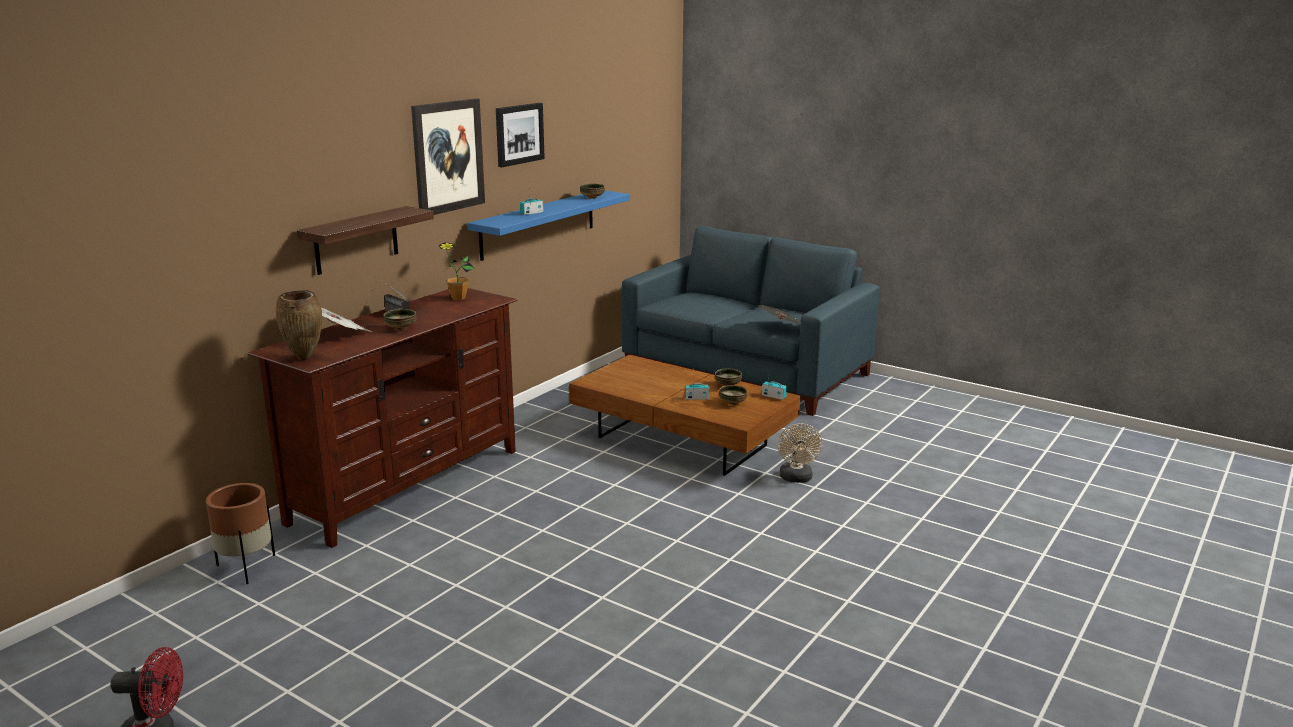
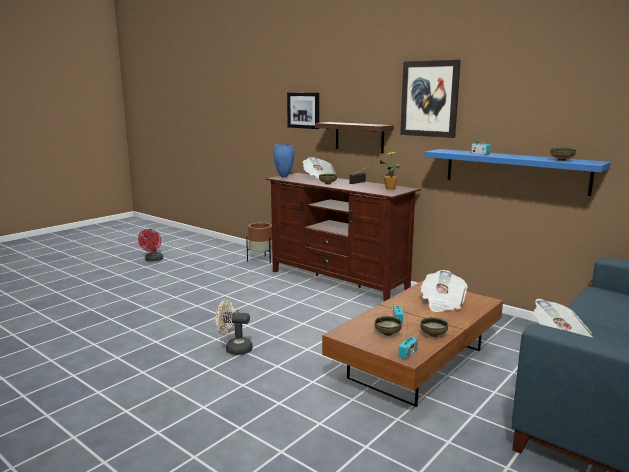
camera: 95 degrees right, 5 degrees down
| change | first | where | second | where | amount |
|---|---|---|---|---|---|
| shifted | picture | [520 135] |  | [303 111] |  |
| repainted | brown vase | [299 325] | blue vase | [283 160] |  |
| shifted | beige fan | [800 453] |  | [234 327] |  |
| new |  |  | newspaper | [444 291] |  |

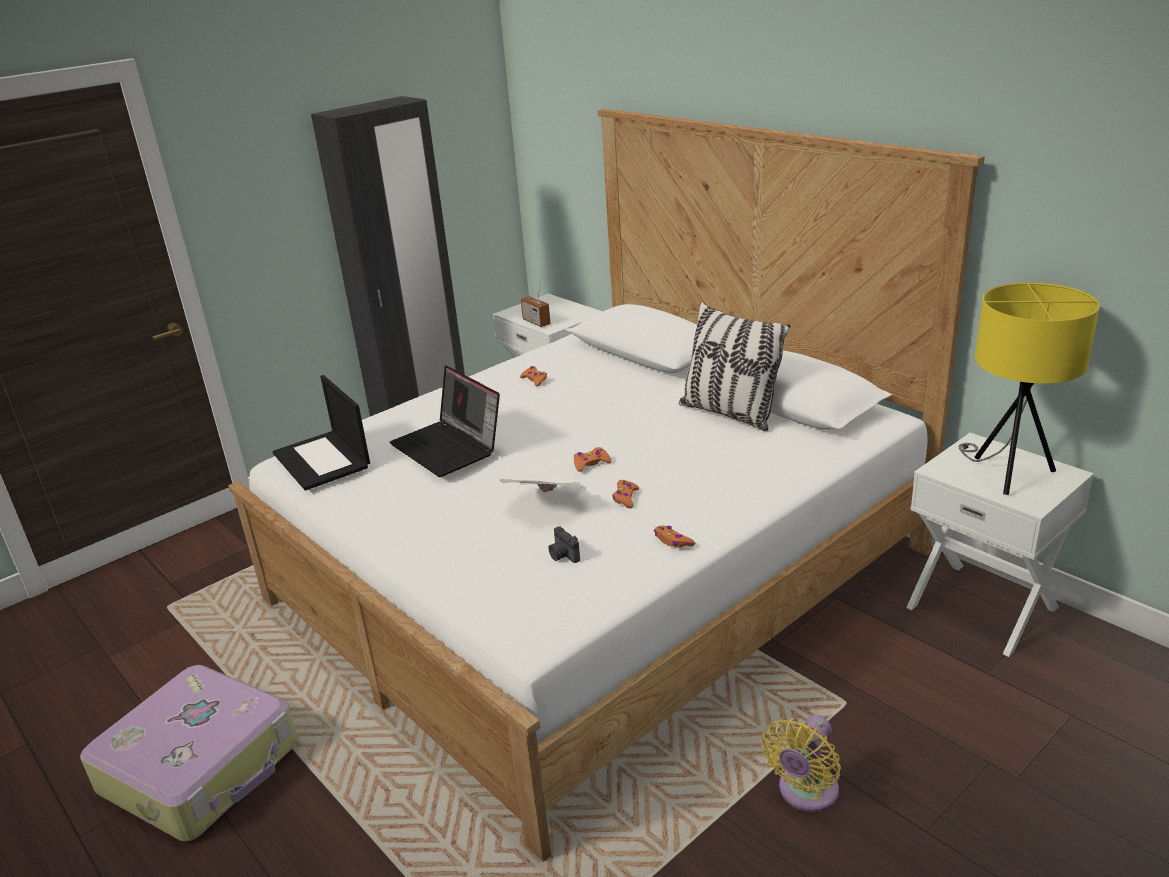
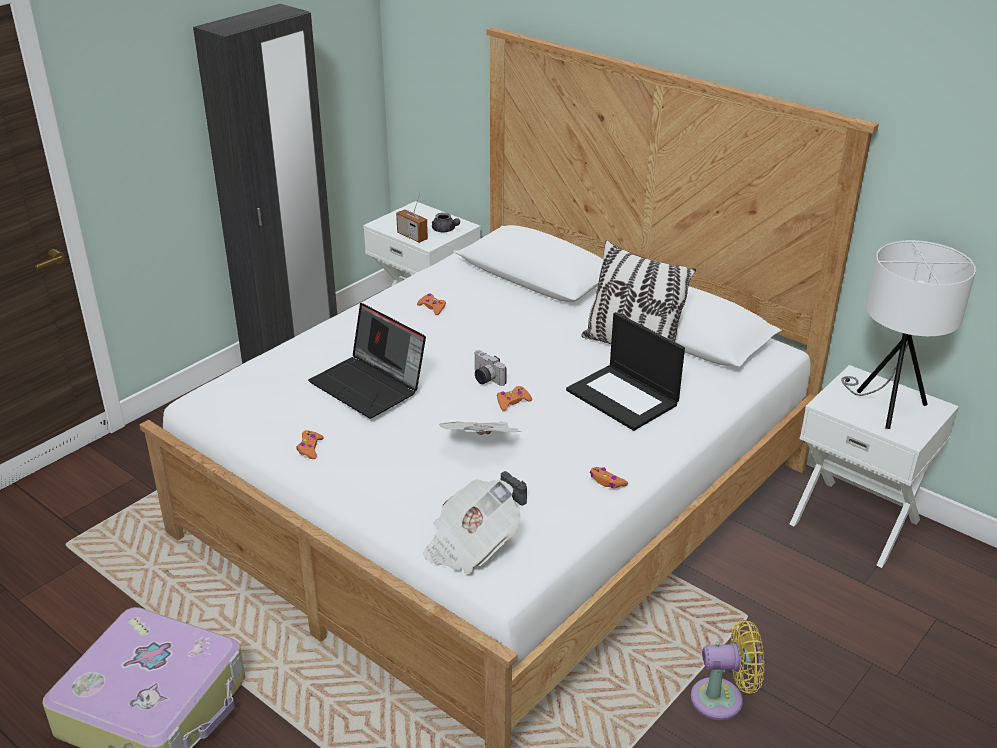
camera: 10 degrees left, 5 degrees up
| change | first | where | second | where | amount |
|---|---|---|---|---|---|
| repainted | yellow table lamp | [1029 388] | white table lamp | [908 334] |  |
| shifted | laptop | [321 433] |  | [625 371] |  |
| shifted | orange game controller | [625 494] |  | [310 444] |  |
| rotated | yellow fan | [801 763] |  | [727 670] | 120 degrees counterclockwise |
| new |  |  | grey teapot | [446 222] |  |
| new |  |  | photo camera | [490 368] |  |
| new |  |  | newspaper | [471 526] |  |

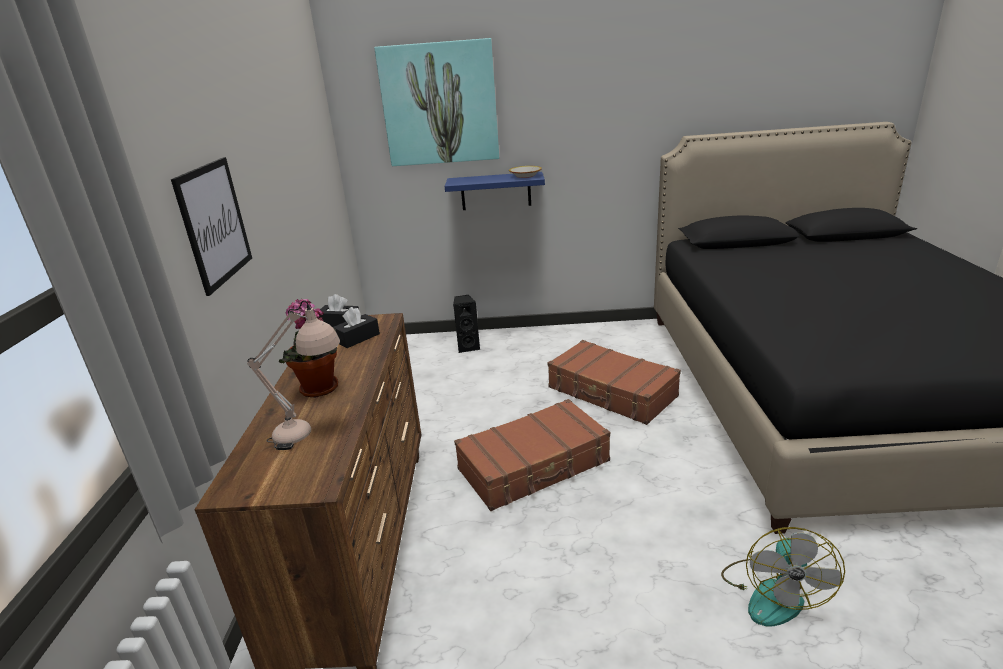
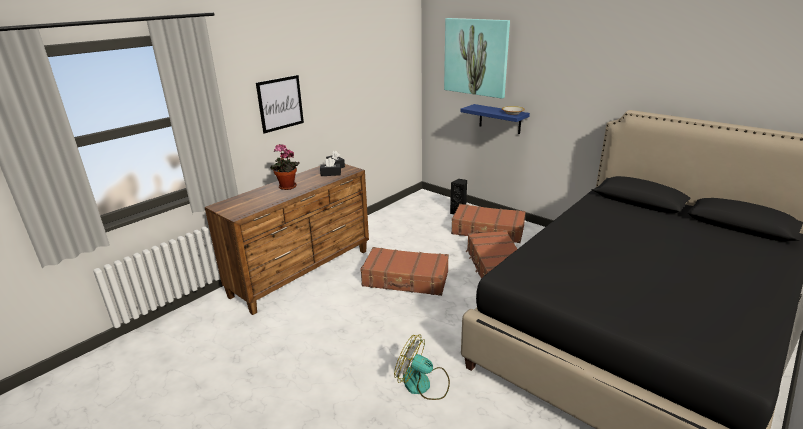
camera: 40 degrees right, 0 degrees up
| change | first | where | second | where | amount |
|---|---|---|---|---|---|
| gone | beige table lamp | [293 375] |  |  |  |
| rotated | fan | [783 577] |  | [422 367] | 60 degrees clockwise |
| new |  |  | brown suitcase | [488 223] |  |

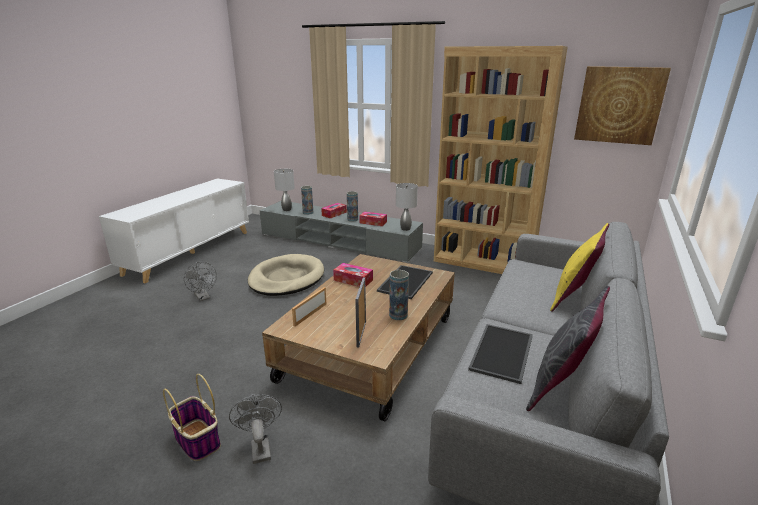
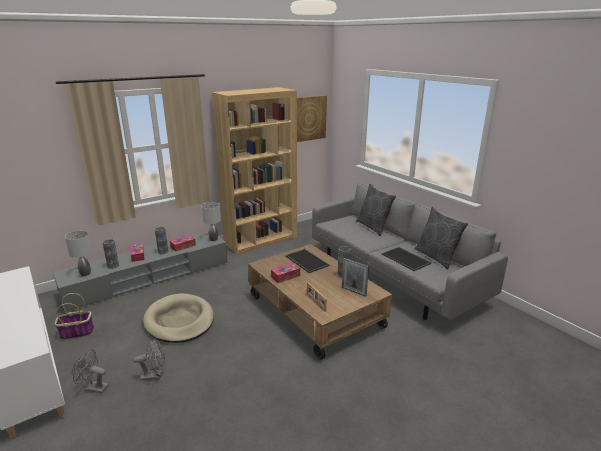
camera: 60 degrees left, 0 degrees up
| change | first | where | second | where | amount |
|---|---|---|---|---|---|
| repainted | yellow pillow | [579 267] | grey pillow | [376 210] |  |
| shifted | basket | [192 417] |  | [74 316] |  |
| shifted | grey fan | [255 429] |  | [90 371] |  |

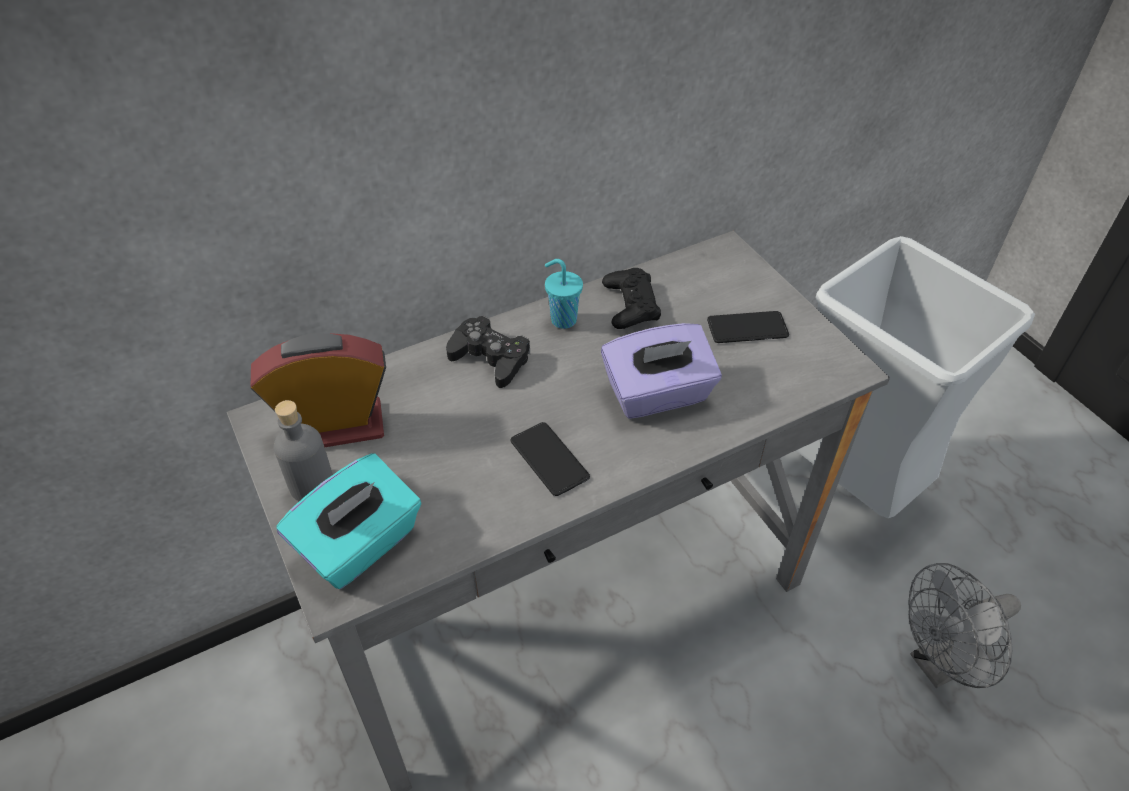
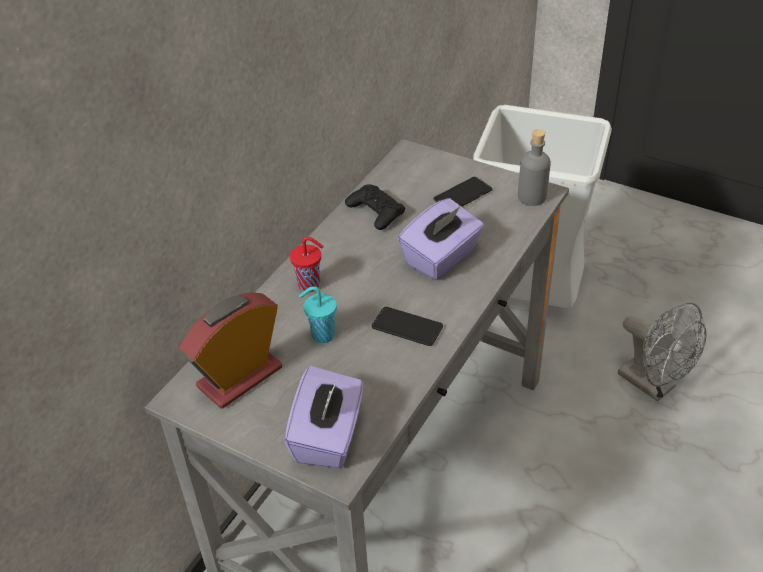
camera: 30 degrees left, 5 degrees down
| change | first | where | second | where | amount |
|---|---|---|---|---|---|
| shifted | turquoise cup | [564 294] |  | [318 314] |  |
| swapped | black game controller | [488 352] | red cup | [307 264] |  |
| shifted | grey bottle | [303 450] |  | [534 167] |  |
| repainted | turquoise tissue box | [349 521] | purple tissue box | [324 417] |  |
| rotated | grey fan | [964 625] |  | [662 352] | 75 degrees counterclockwise |

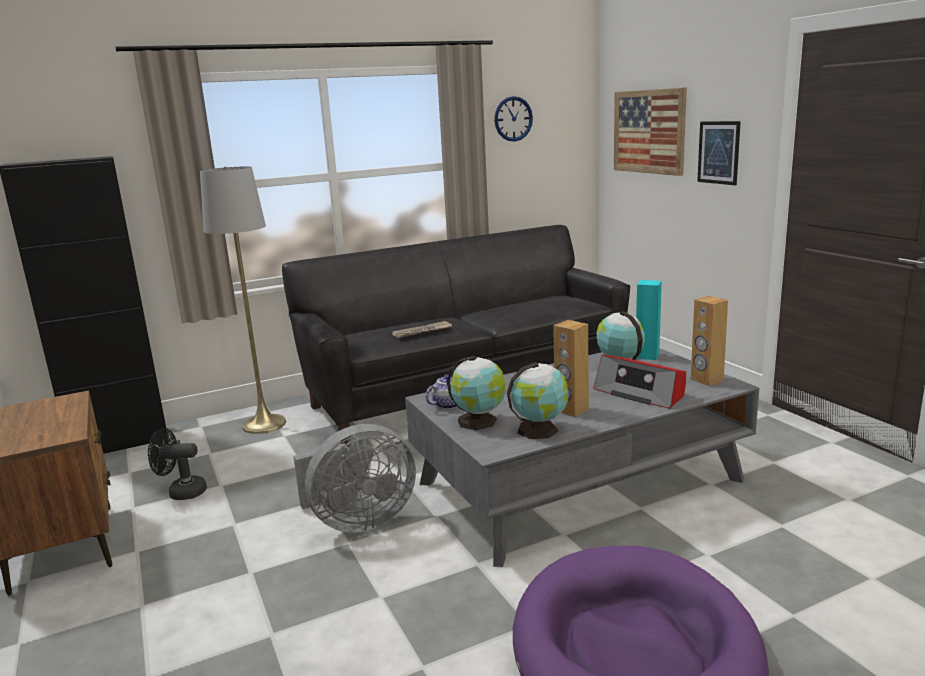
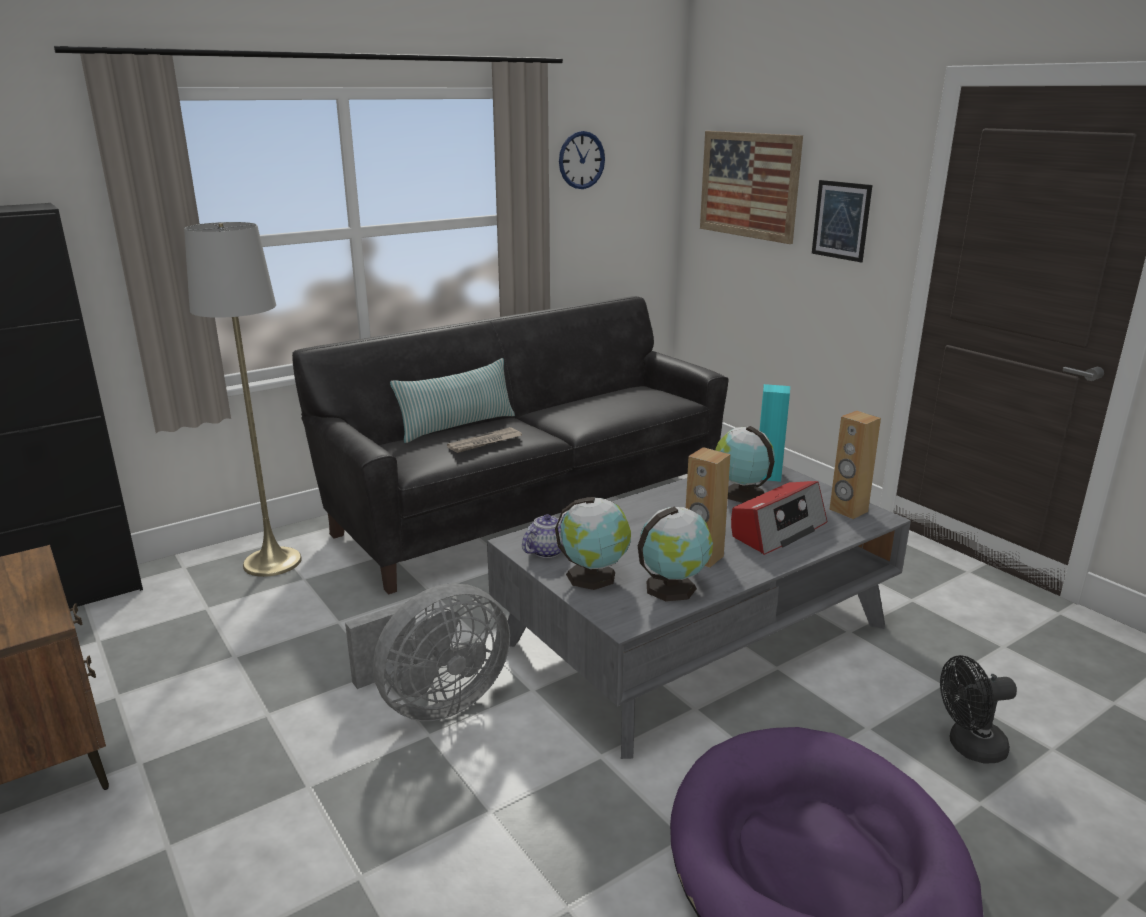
camera: 10 degrees left, 5 degrees up
| change | first | where | second | where | amount |
|---|---|---|---|---|---|
| rotated | radio | [640 382] |  | [779 518] | 75 degrees counterclockwise |
| shifted | black fan | [177 464] |  | [978 709] |  |
| new |  |  | pillow | [452 400] |  |

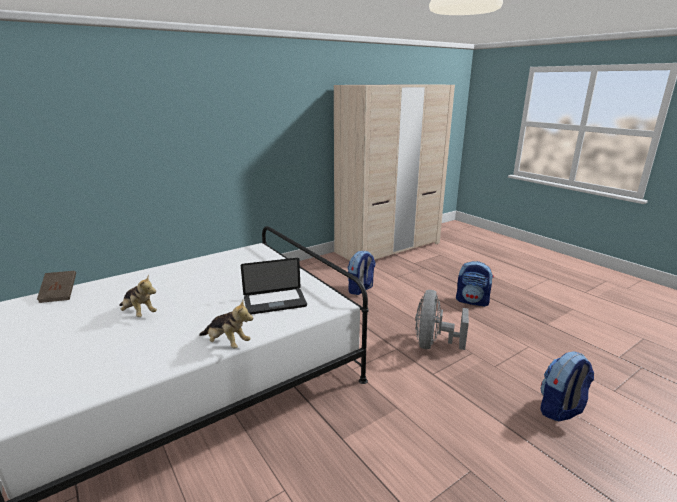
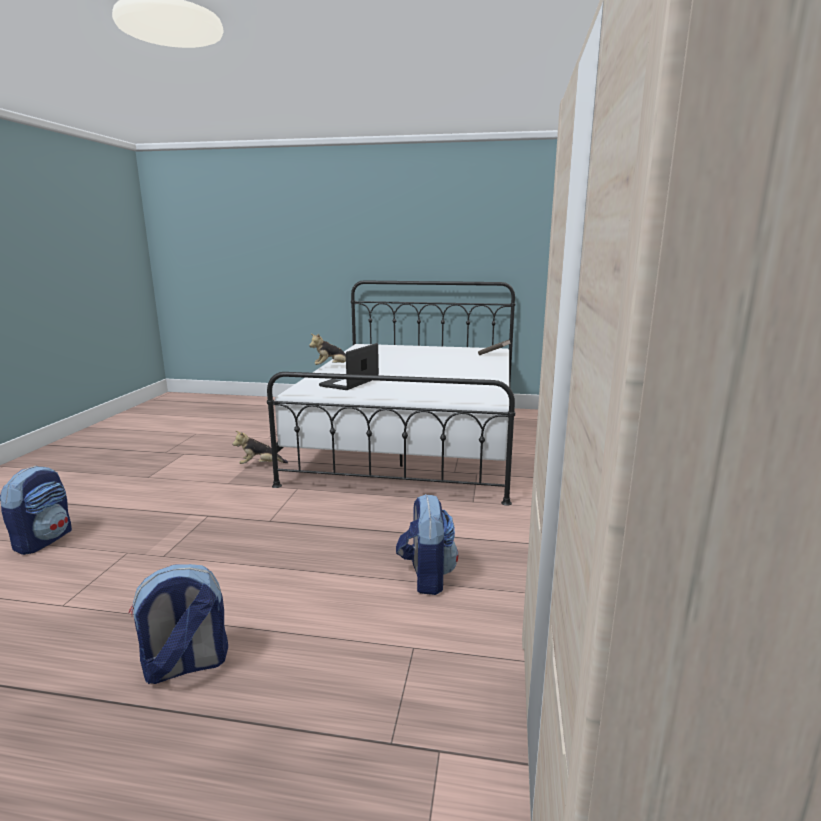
camera: 135 degrees right, 5 degrees down
| change | first | where | second | where | amount |
|---|---|---|---|---|---|
| shifted | plush toy | [138 295] |  | [260 447] |  |
| gone | grey fan | [442 320] |  |  |  |

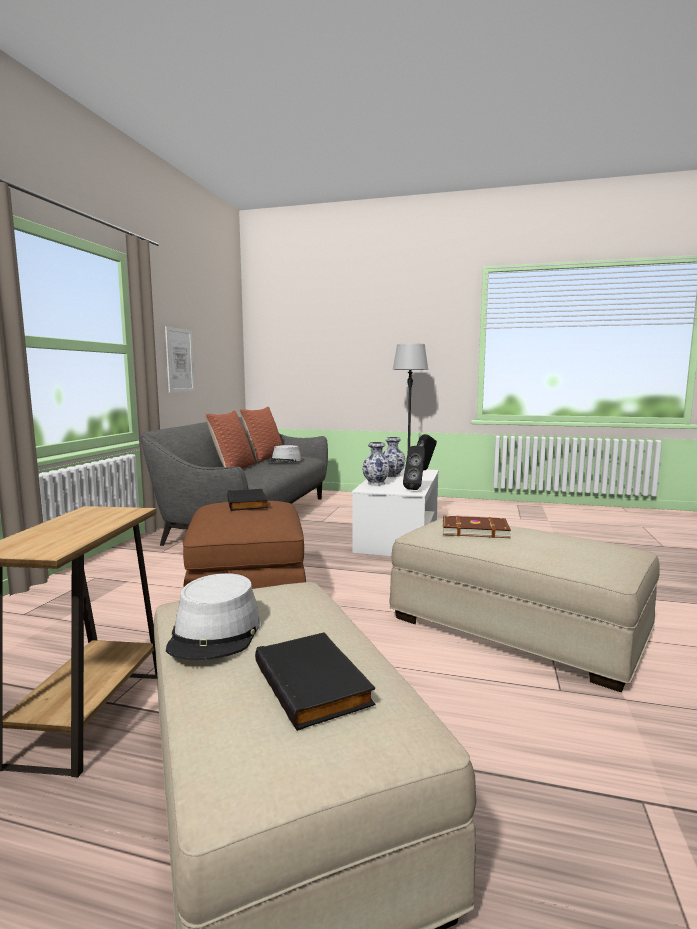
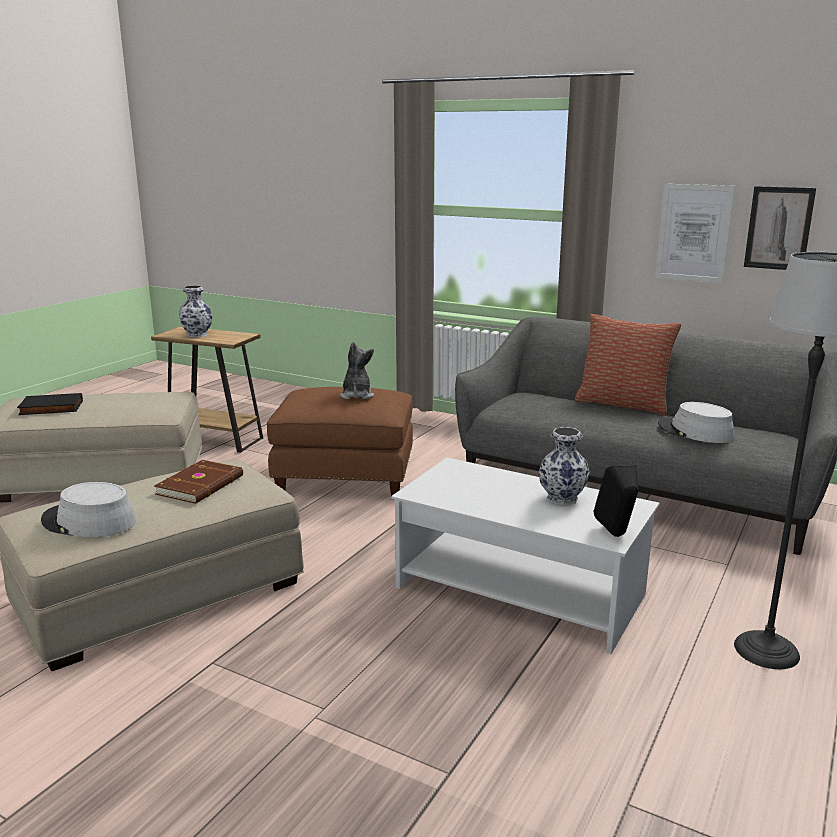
camera: 105 degrees right, 10 degrees up
| change | first | where | second | where | amount |
|---|---|---|---|---|---|
| gone | pillow | [260 434] |  |  |  |
| shifted | vase | [376 464] |  | [195 311] |  |
| gone | black speaker | [414 468] |  |  |  |
| swapped | black book | [247 500] | plush toy | [357 370] |  |
| shifted | grey hat | [213 616] |  | [88 509] |  |
| new |  |  | picture | [780 228] |  |

